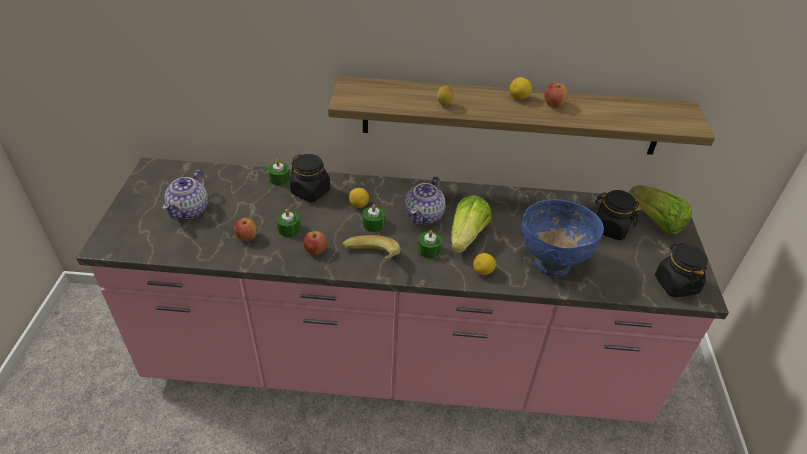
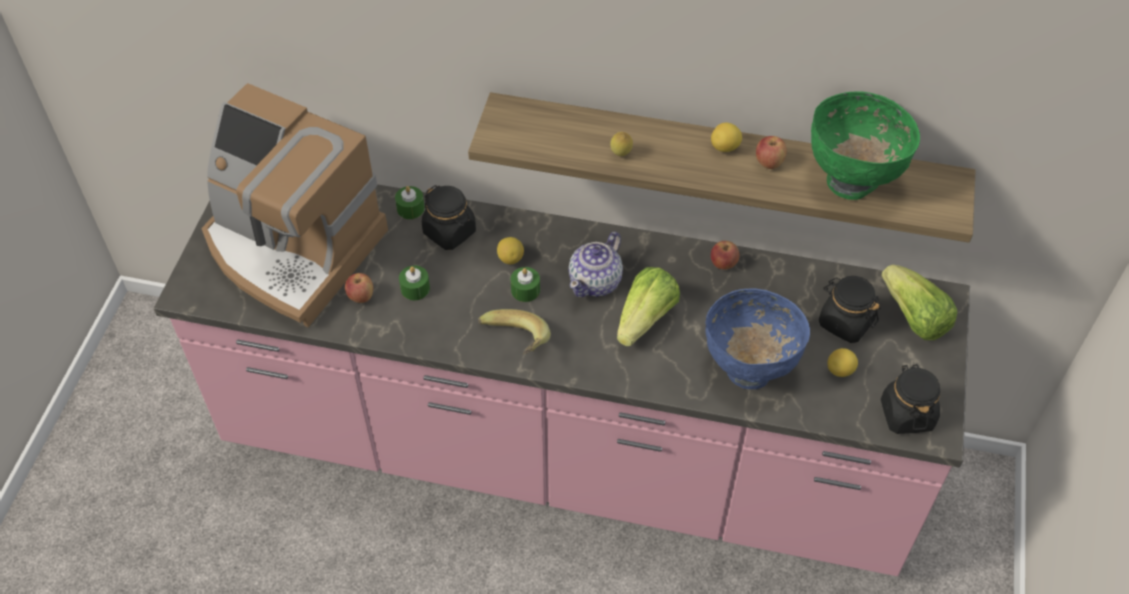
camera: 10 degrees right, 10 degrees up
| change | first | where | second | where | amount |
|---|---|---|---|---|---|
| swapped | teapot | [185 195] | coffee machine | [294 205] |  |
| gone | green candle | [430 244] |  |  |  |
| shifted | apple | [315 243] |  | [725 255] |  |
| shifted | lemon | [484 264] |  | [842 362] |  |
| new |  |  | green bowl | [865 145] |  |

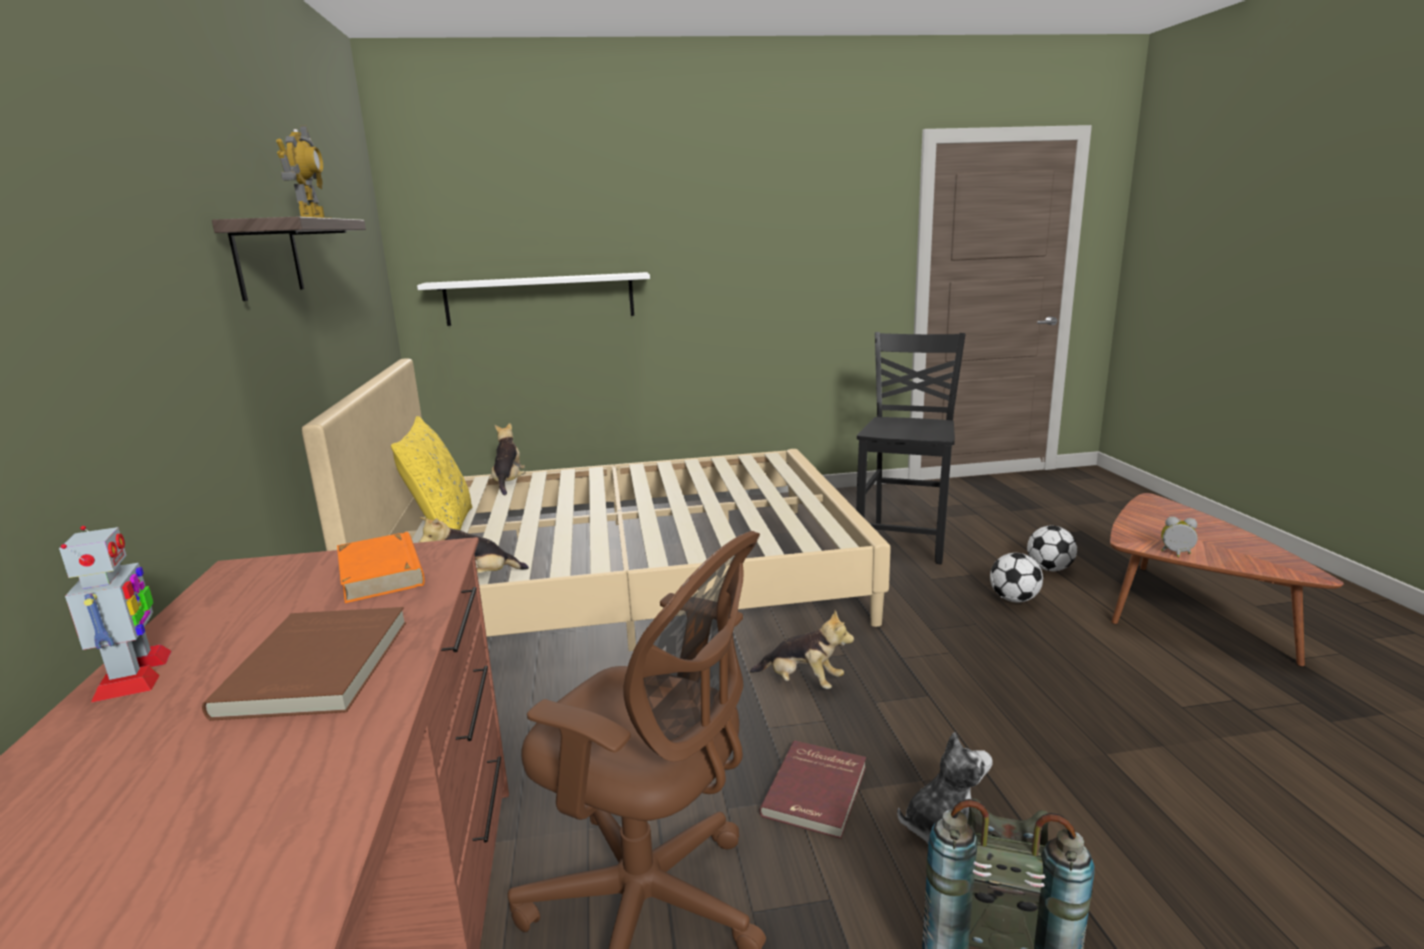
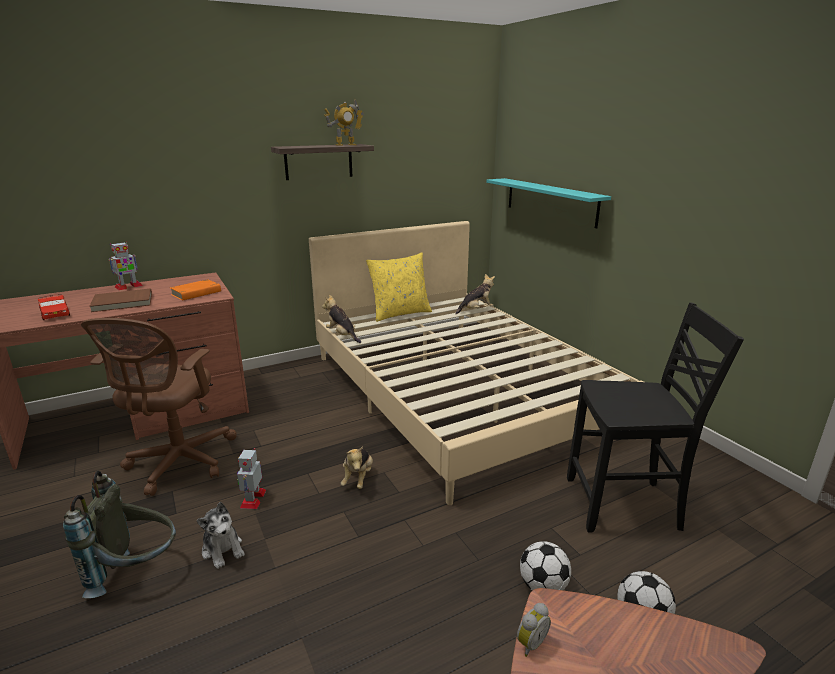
camera: 70 degrees right, 5 degrees up
| change | first | where | second | where | amount |
|---|---|---|---|---|---|
| repainted | white shelf | [533 299] | turquoise shelf | [548 203] |  |
| rotated | alarm clock | [1179 536] |  | [534 630] | 45 degrees clockwise |
| swapped | red book | [812 789] | toy robot | [251 478] |  |
| new |  |  | red toy car | [54 307] |  |

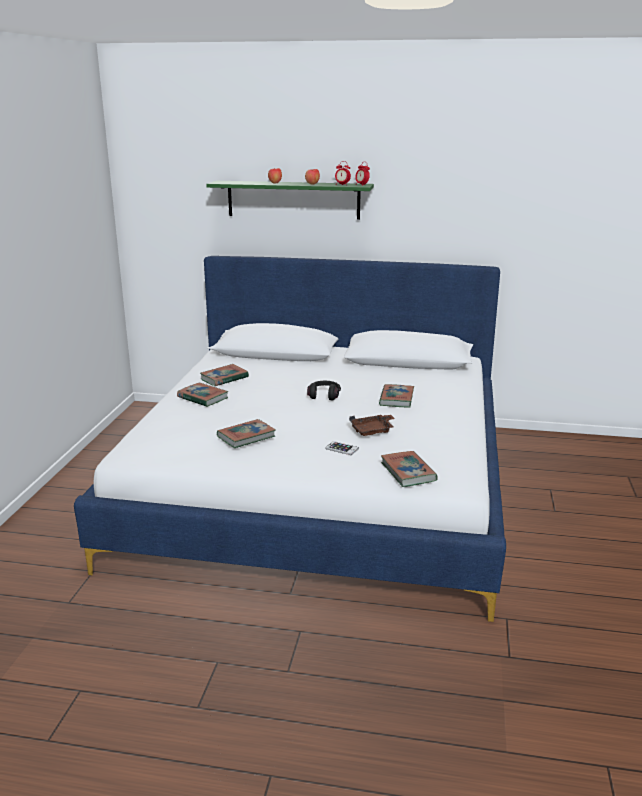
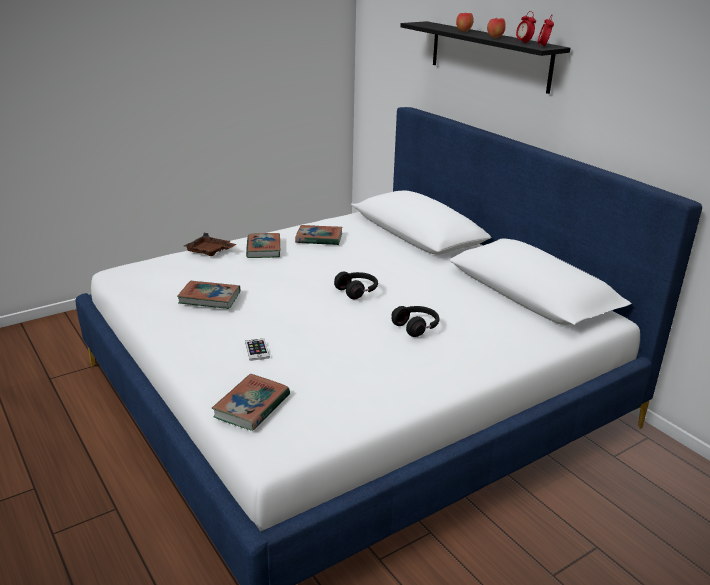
camera: 45 degrees right, 5 degrees up
| change | first | where | second | where | amount |
|---|---|---|---|---|---|
| repainted | green shelf | [290 200] | black shelf | [485 57] |  |
| swapped | book | [396 396] | black headphones | [416 321] |  |
| shifted | brown tray | [372 425] |  | [210 244] |  |

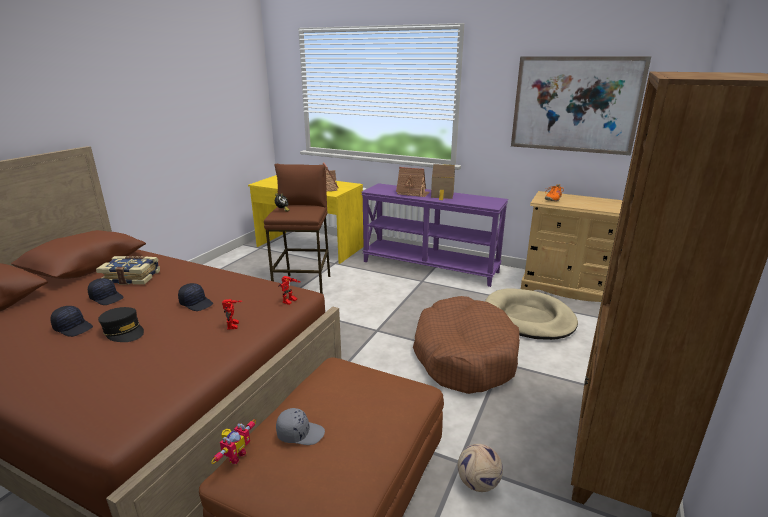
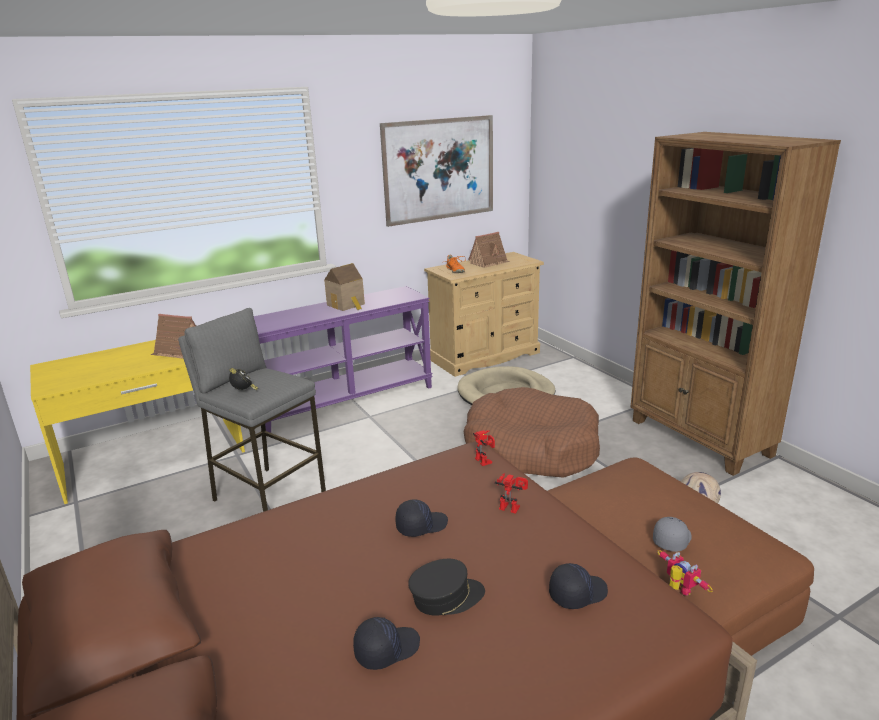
camera: 55 degrees left, 0 degrees up
| change | first | where | second | where | amount |
|---|---|---|---|---|---|
| repainted | brown stool | [297 229] | grey stool | [252 410] |  |
| shifted | toy house | [413 182] |  | [489 250] |  |
| gone | book | [128 270] |  |  |  |
| shifted | black cap | [106 291] |  | [578 586] |  |

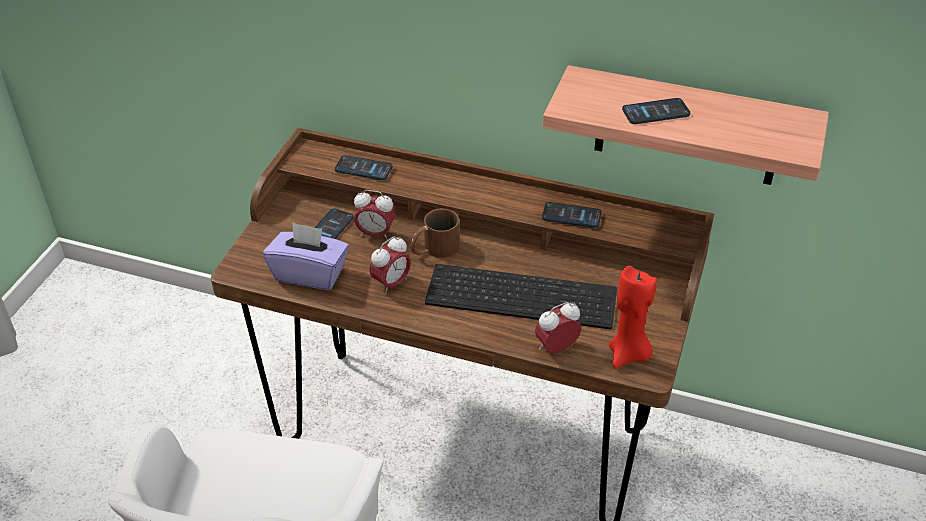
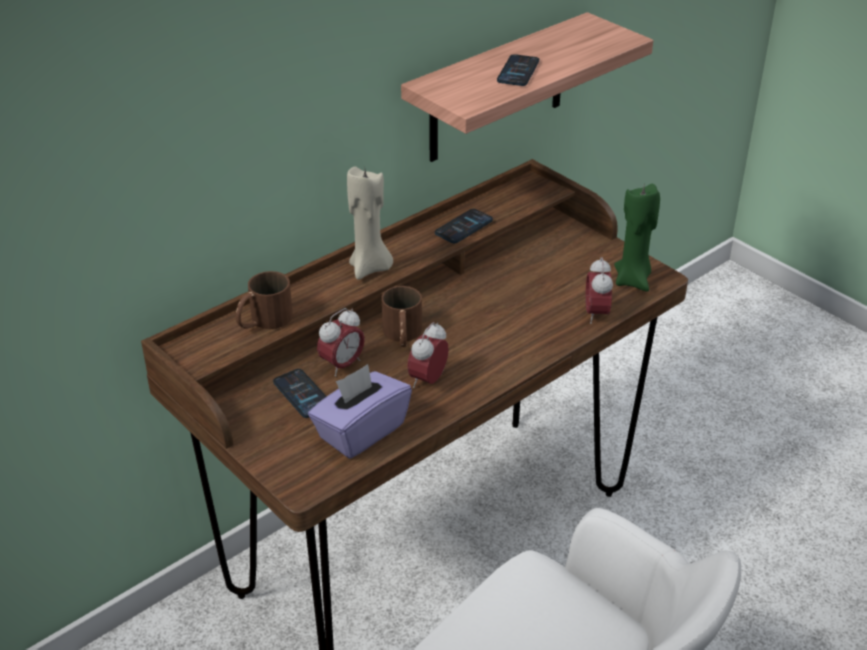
camera: 60 degrees left, 5 degrees down
| change | first | where | second | where | amount |
|---|---|---|---|---|---|
| swapped | phone | [364 167] | brown mug | [264 300] |  |
| rotated | alarm clock | [390 265] |  | [428 355] | 135 degrees counterclockwise |
| gone | keyboard | [521 296] |  |  |  |
| repainted | red candle | [633 317] | green candle | [637 238] |  |
| new |  |  | beige candle | [370 223] |  |

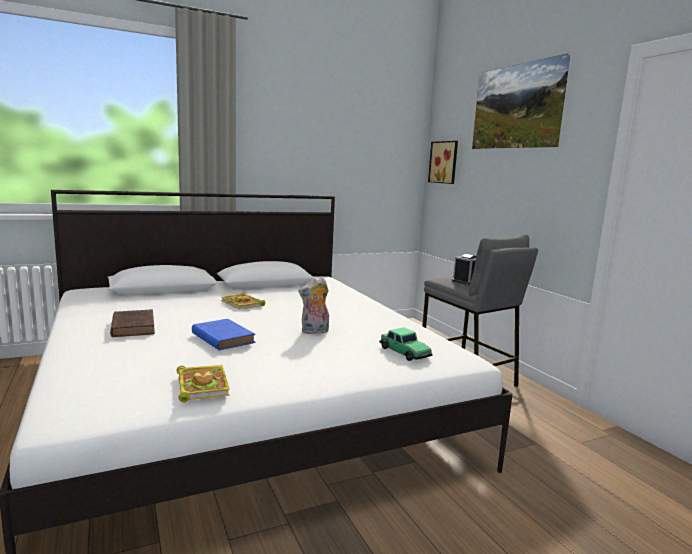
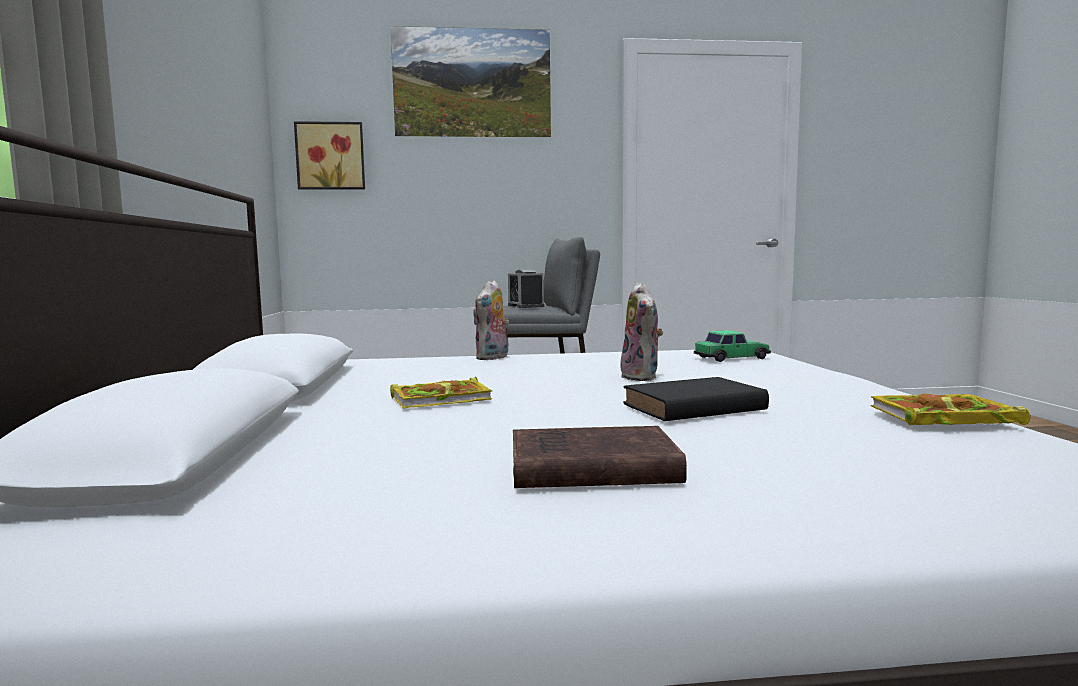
camera: 70 degrees left, 5 degrees down
| change | first | where | second | where | amount |
|---|---|---|---|---|---|
| repainted | blue book | [223 335] | black book | [696 399] |  |
| new |  |  | plush toy | [492 320] |  |

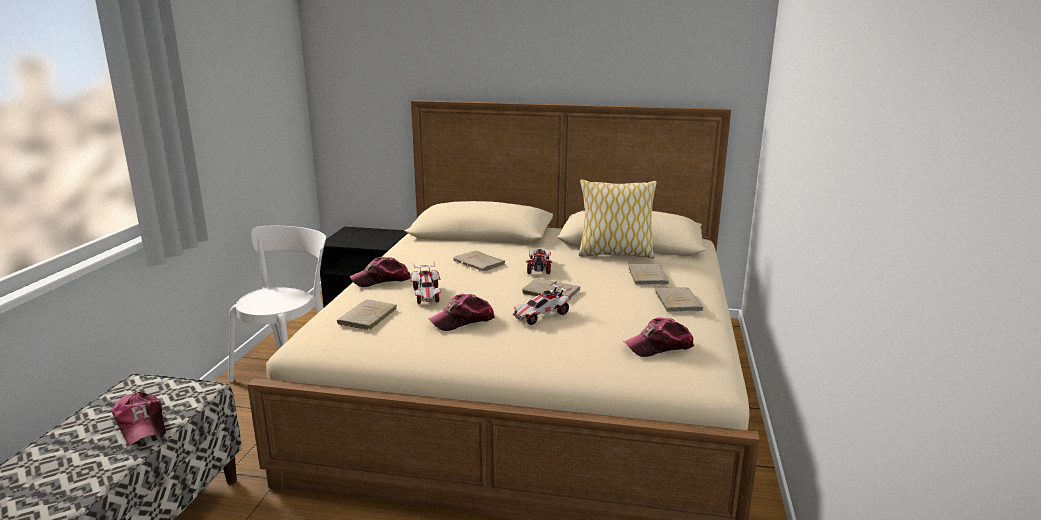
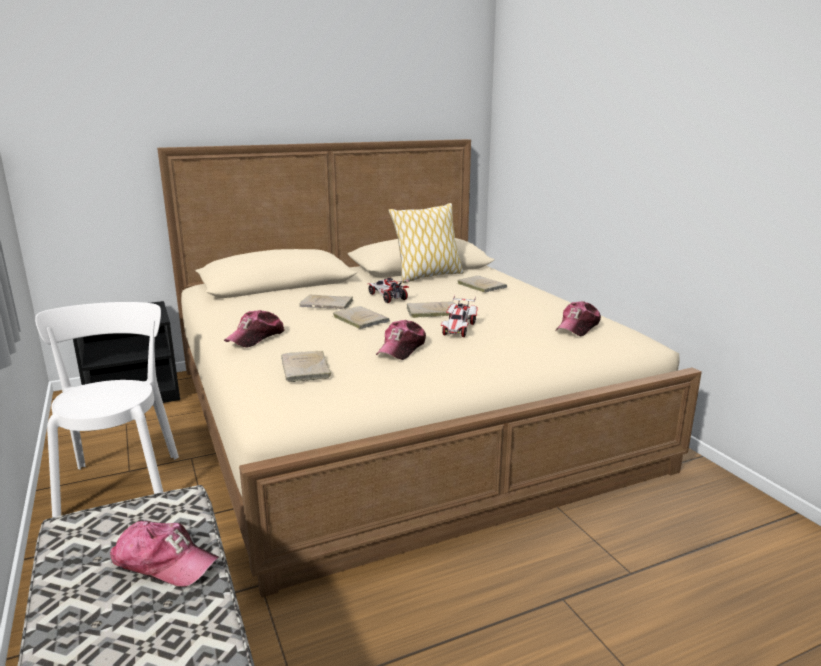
camera: 35 degrees left, 0 degrees up
| change | first | where | second | where | amount |
|---|---|---|---|---|---|
| gone | toy car | [426 283] |  |  |  |
| shifted | beige book | [678 299] |  | [361 317] |  |

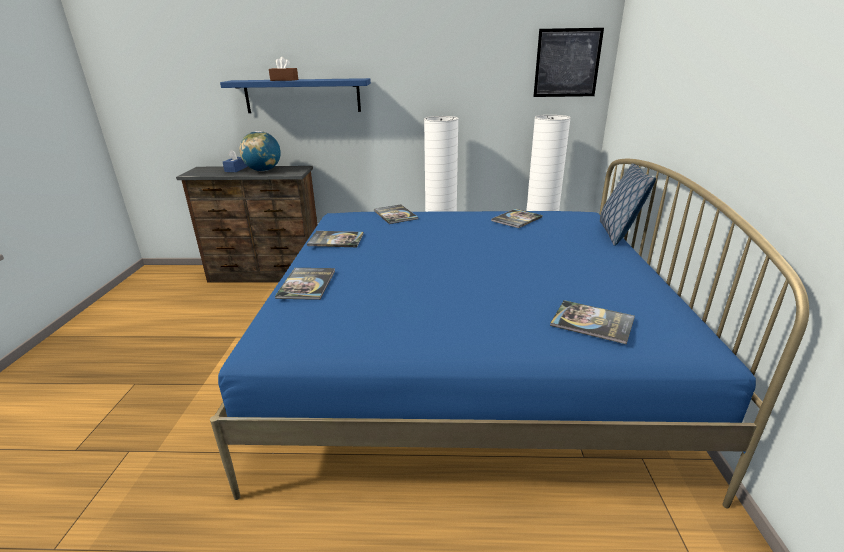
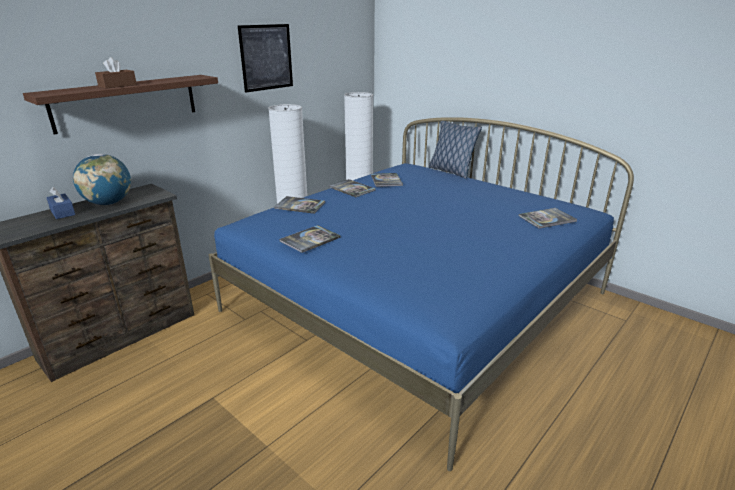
camera: 50 degrees left, 0 degrees up
| change | first | where | second | where | amount |
|---|---|---|---|---|---|
| shifted | picture | [568 62] |  | [265 58] |  |
| repainted | blue shelf | [295 95] | brown shelf | [120 105] |  |
| shifted | book | [305 284] |  | [352 188] |  |

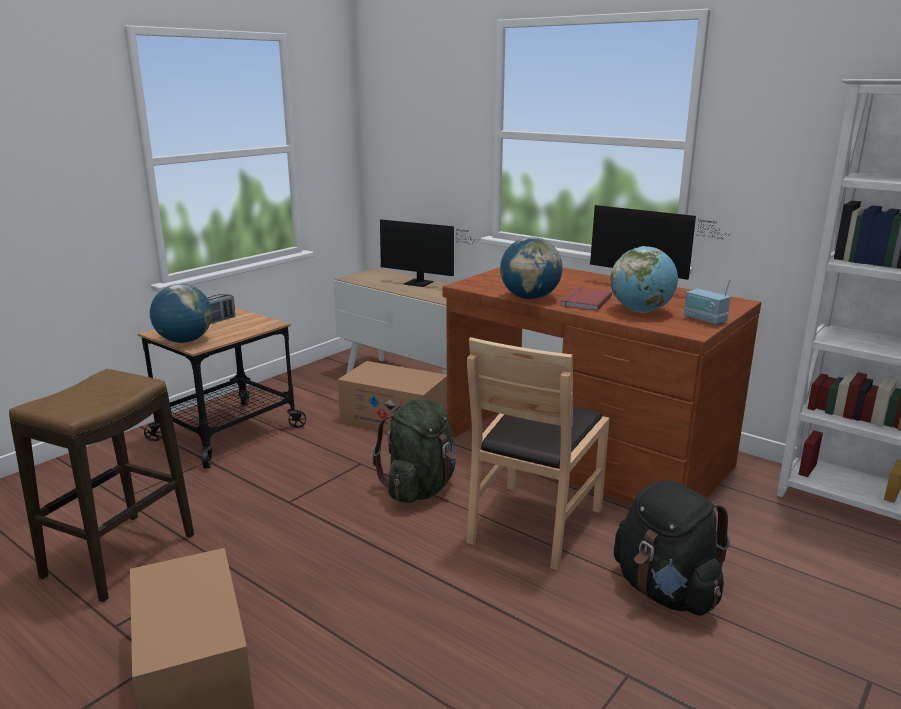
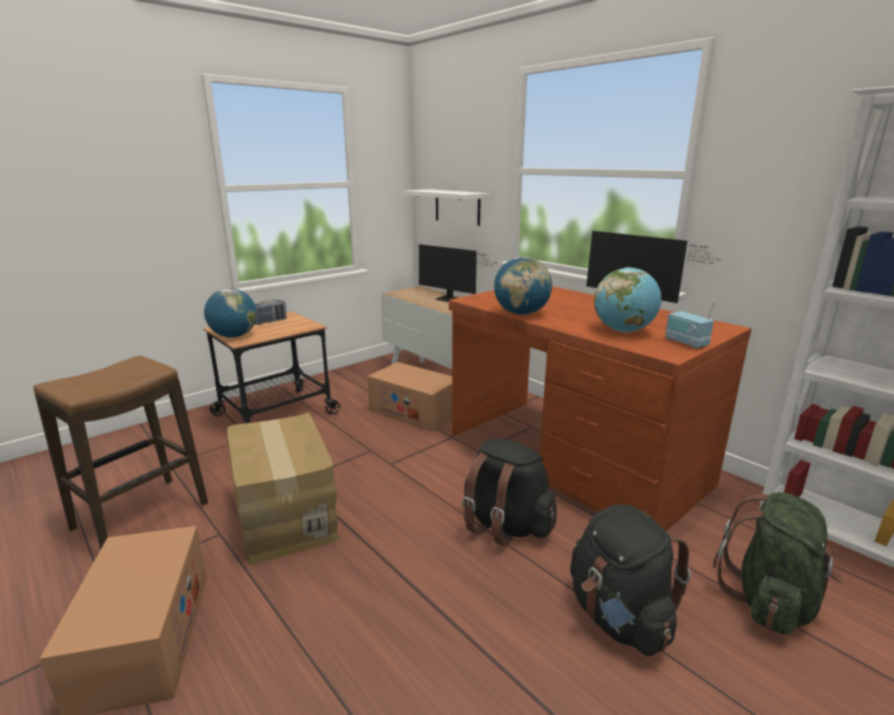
camera: 10 degrees right, 0 degrees up
| change | first | where | second | where | amount |
|---|---|---|---|---|---|
| gone | red book | [586 299] |  |  |  |
| swapped | brown chair | [538 453] | black backpack | [509 493] |  |
| shifted | green backpack | [414 451] |  | [778 563] |  |
| new |  |  | white shelf | [447 207] |  |
| new |  |  | cardboard box | [283 488] |  |

